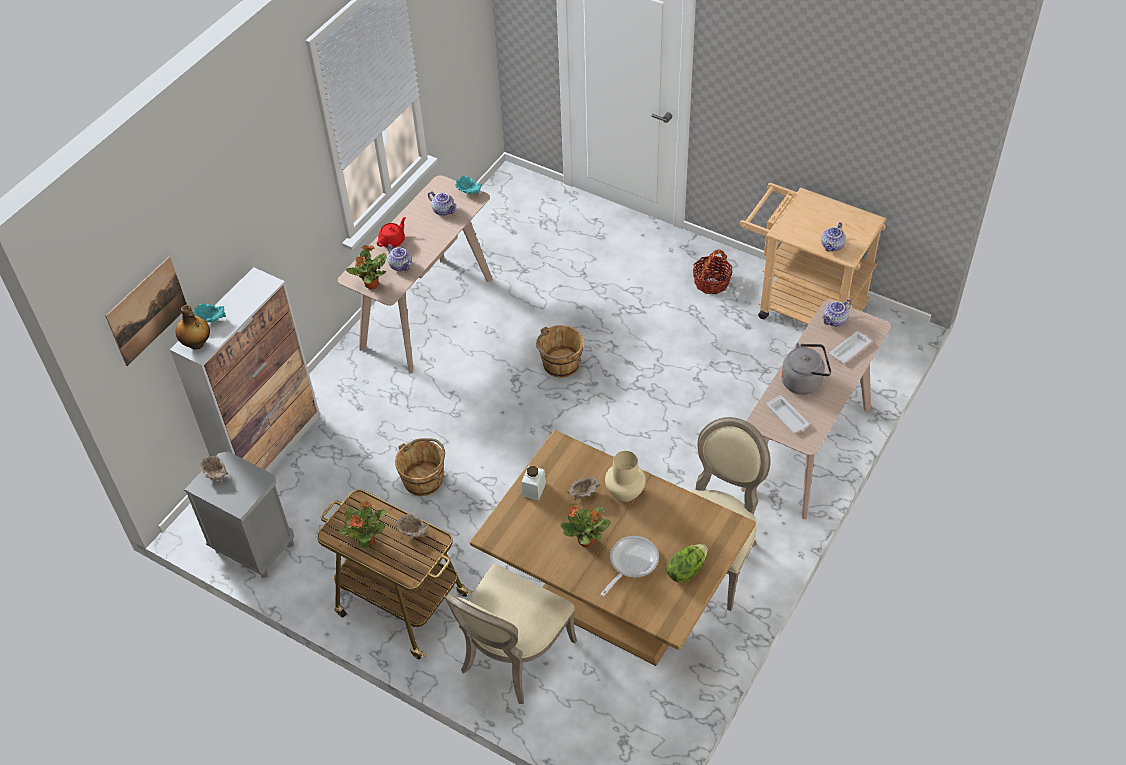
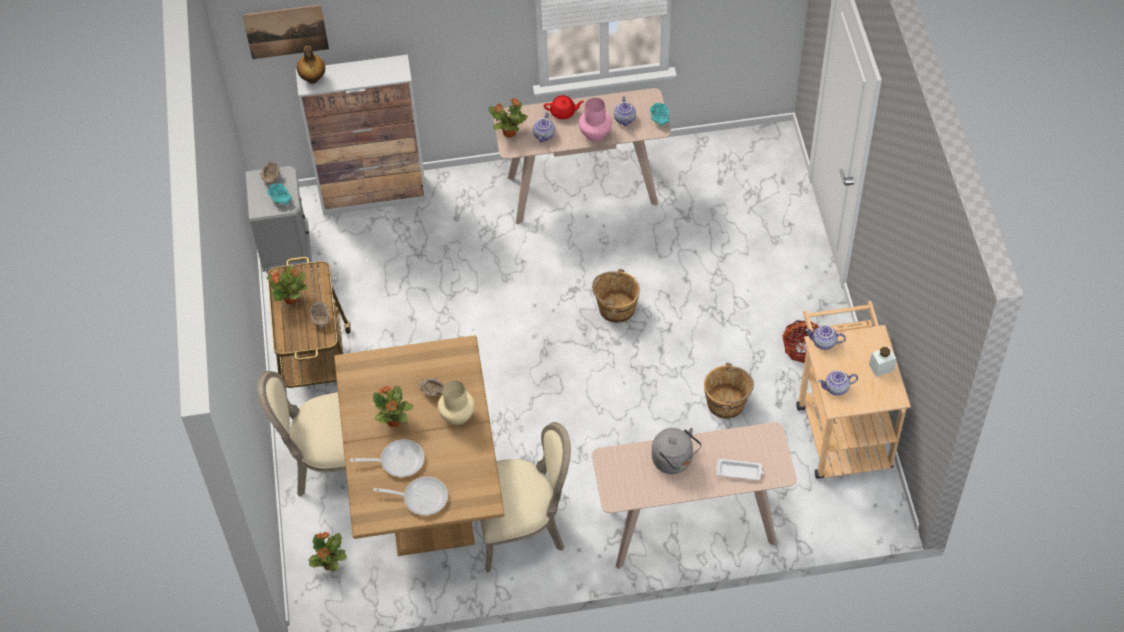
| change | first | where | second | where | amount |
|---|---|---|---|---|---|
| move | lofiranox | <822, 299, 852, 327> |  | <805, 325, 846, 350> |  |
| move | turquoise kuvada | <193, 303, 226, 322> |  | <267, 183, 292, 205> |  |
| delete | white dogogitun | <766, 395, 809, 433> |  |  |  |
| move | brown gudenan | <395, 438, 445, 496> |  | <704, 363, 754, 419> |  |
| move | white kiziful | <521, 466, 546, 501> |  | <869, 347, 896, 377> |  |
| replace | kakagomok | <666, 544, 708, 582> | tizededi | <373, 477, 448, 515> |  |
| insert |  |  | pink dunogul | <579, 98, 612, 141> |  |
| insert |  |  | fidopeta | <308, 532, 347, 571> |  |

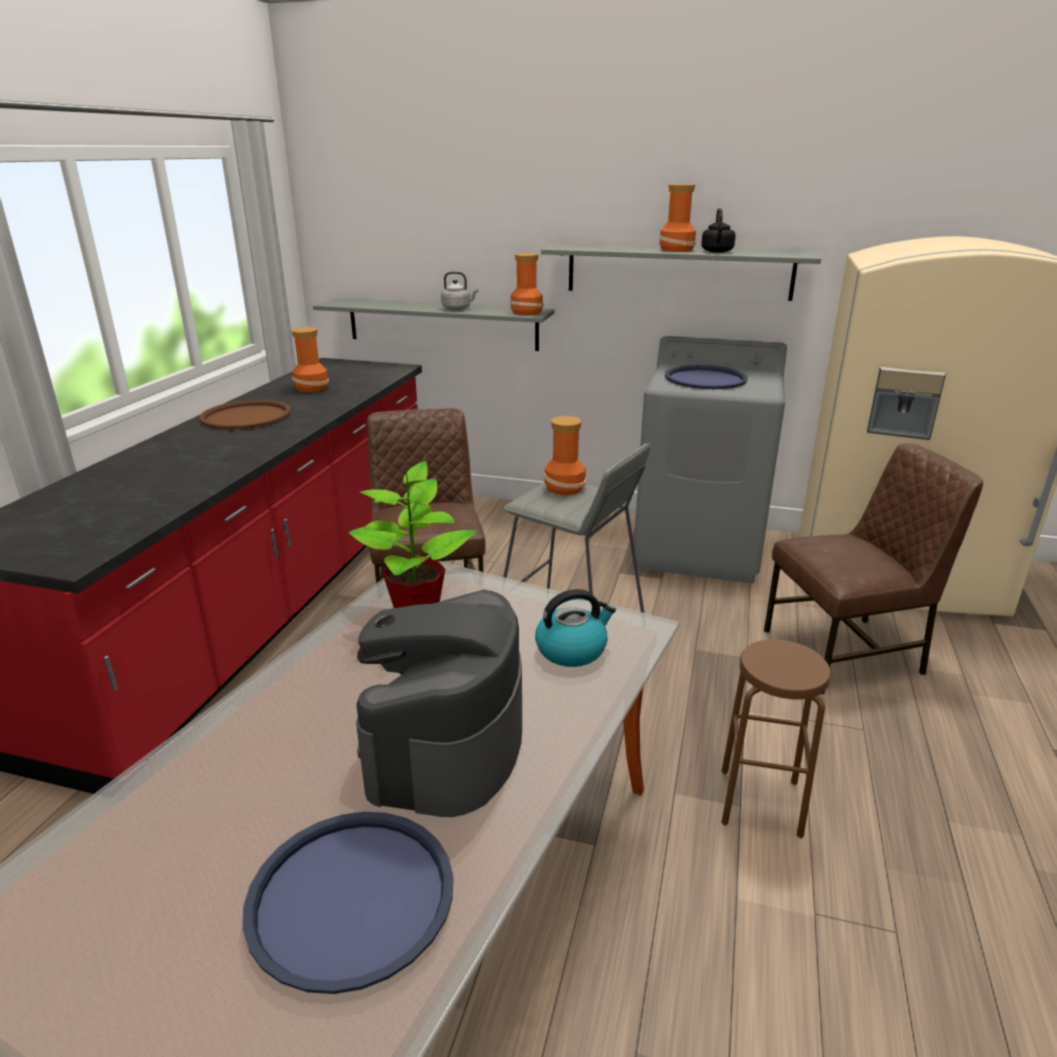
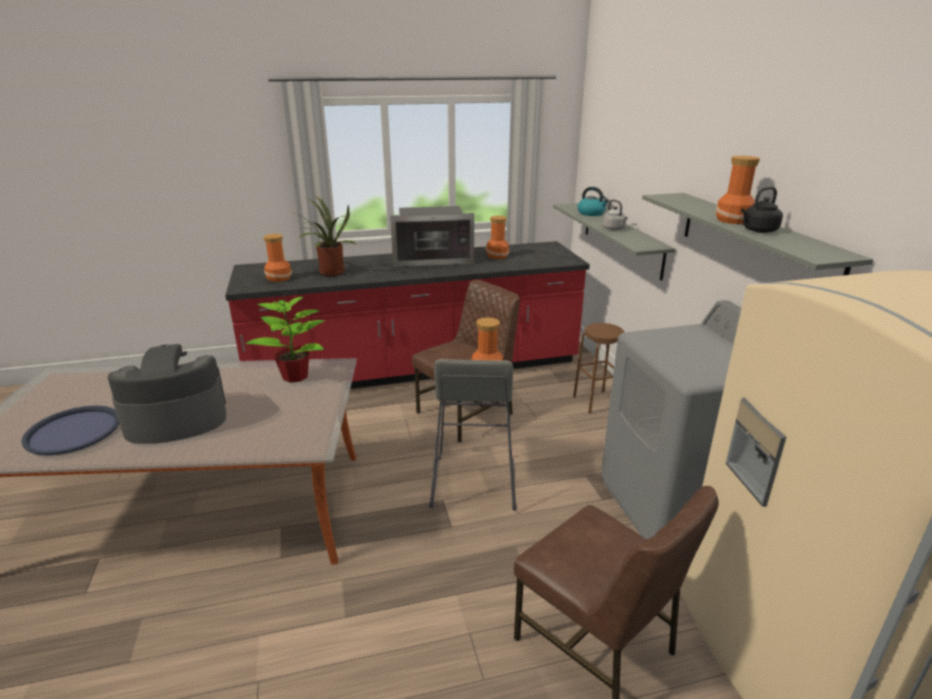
| change | first | where | second | where | amount |
|---|---|---|---|---|---|
| move | dunogul | <510, 253, 544, 315> |  | <263, 234, 292, 282> |  |
| delete | blue dogogitun | <665, 365, 748, 389> |  |  |  |
| replace | brown dogogitun | <199, 400, 291, 430> | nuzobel | <390, 206, 474, 267> |  |
| move | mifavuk | <535, 589, 616, 667> |  | <578, 187, 609, 216> |  |
| move | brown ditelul | <721, 639, 831, 838> |  | <573, 323, 624, 414> |  |
| insert |  |  | fidopeta | <295, 196, 357, 276> |  |

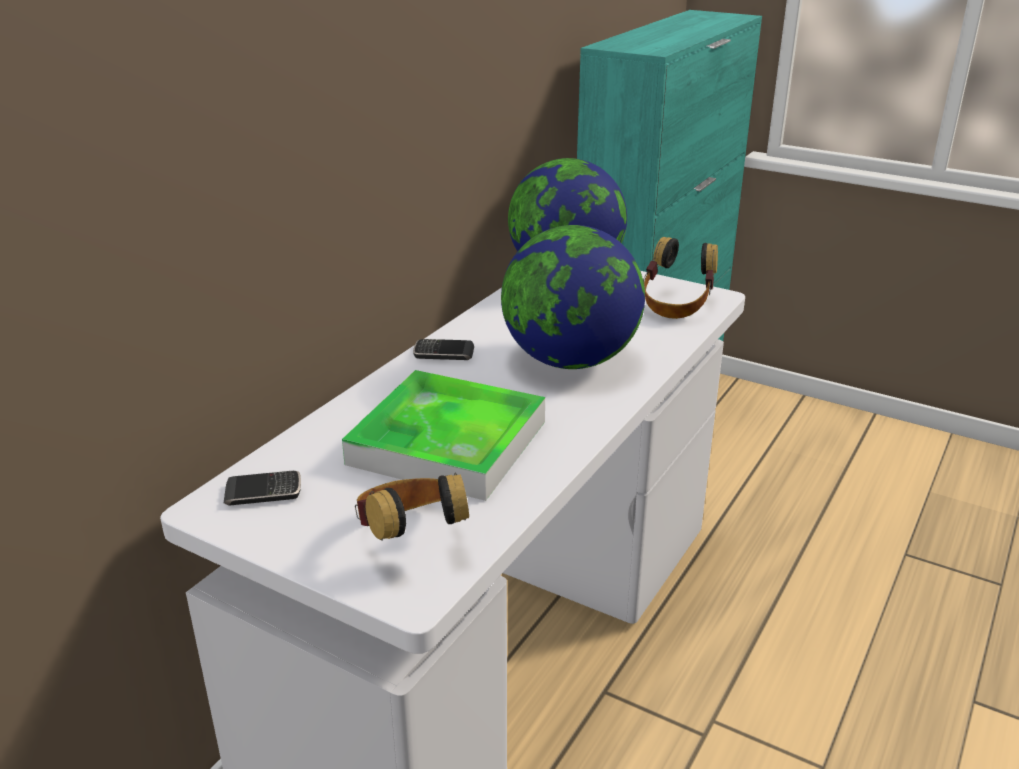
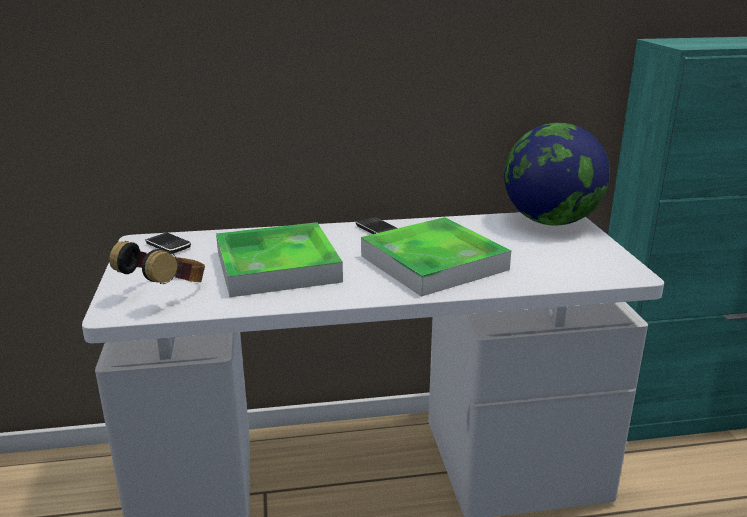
| change | first | where | second | where | amount |
|---|---|---|---|---|---|
| replace | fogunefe | <501, 225, 645, 369> | dogogitun | <361, 217, 511, 297> |  |
| delete | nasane | <643, 237, 718, 319> |  |  |  |

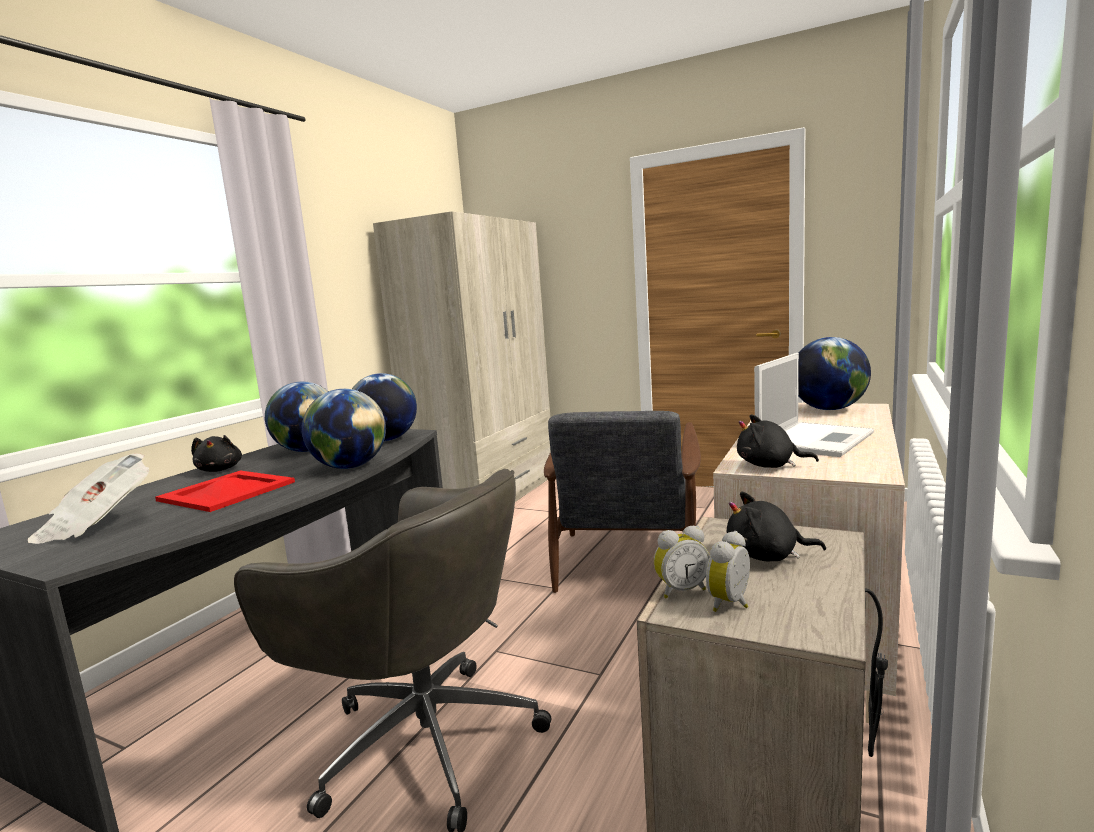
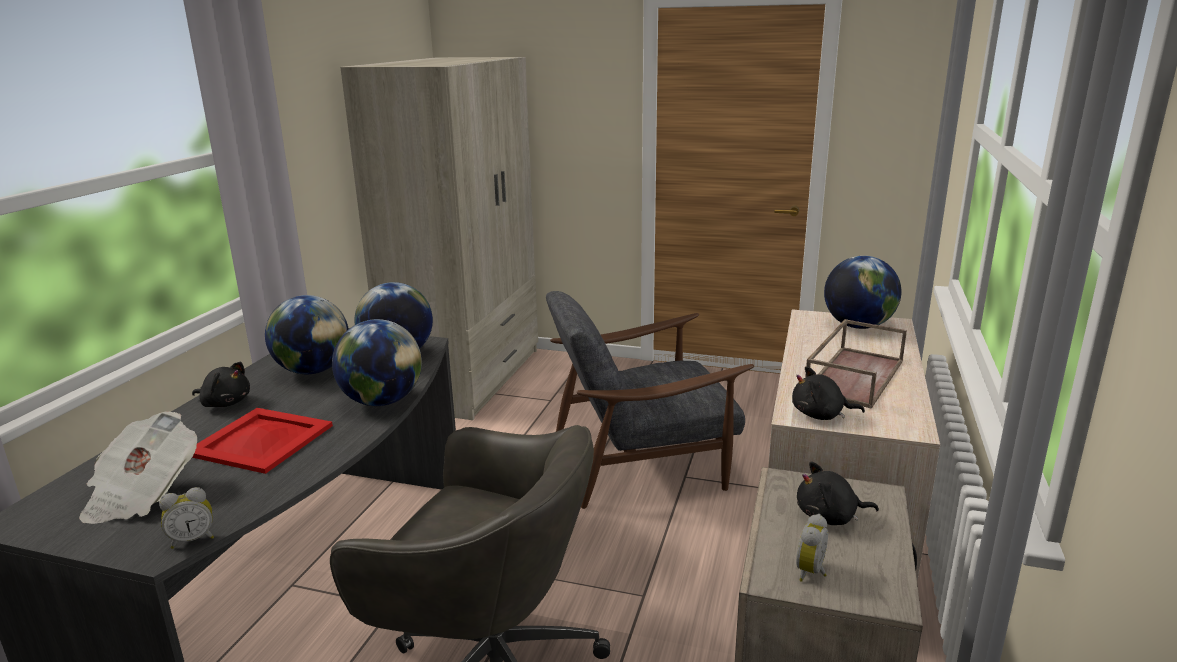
| change | first | where | second | where | amount |
|---|---|---|---|---|---|
| replace | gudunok | <754, 353, 874, 457> | brown dogogitun | <805, 319, 907, 409> |  |
| rotate | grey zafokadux | <544, 411, 701, 593> |  | <546, 291, 754, 509> | 75 degrees clockwise |
| rotate | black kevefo | <191, 435, 242, 472> |  | <192, 362, 250, 407> | 45 degrees counterclockwise |
| move | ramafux | <654, 526, 710, 599> |  | <159, 487, 214, 549> |  |

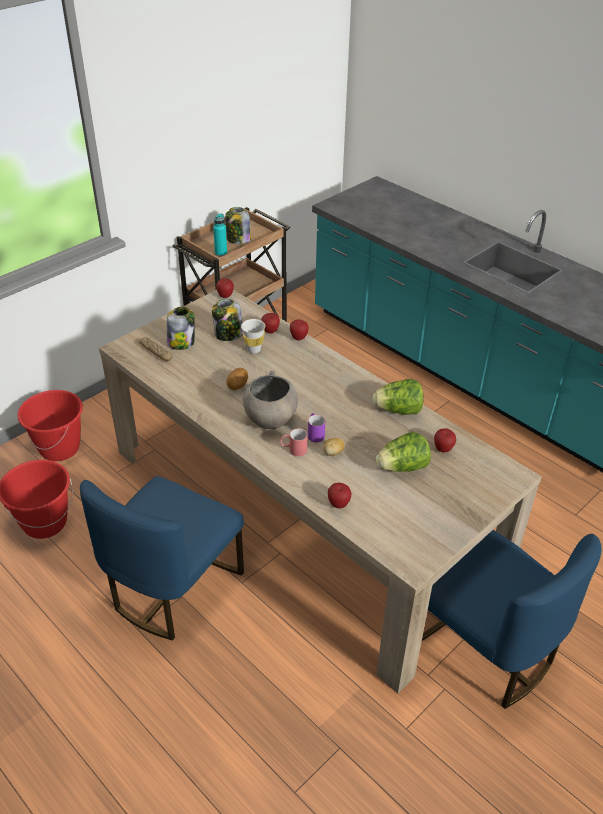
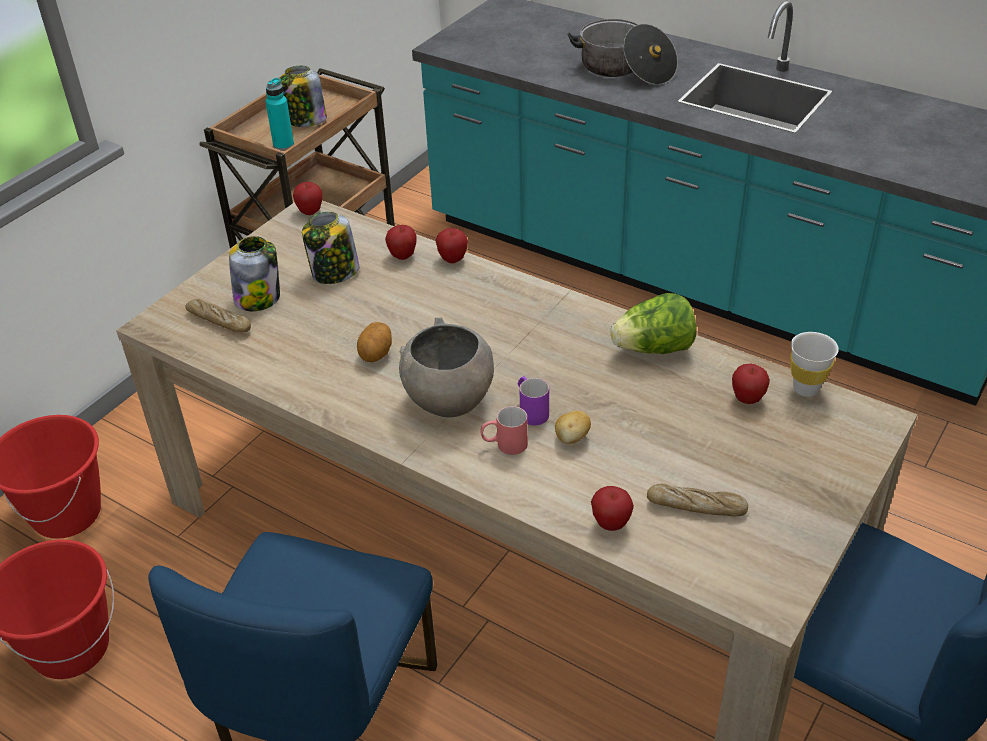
| change | first | where | second | where | amount |
|---|---|---|---|---|---|
| move | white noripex | <241, 319, 265, 353> |  | <790, 332, 839, 397> |  |
| delete | kakagomok | <376, 432, 431, 472> |  |  |  |
| insert |  |  | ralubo | <567, 19, 678, 85> |  |
| insert |  |  | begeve | <647, 484, 748, 517> |  |

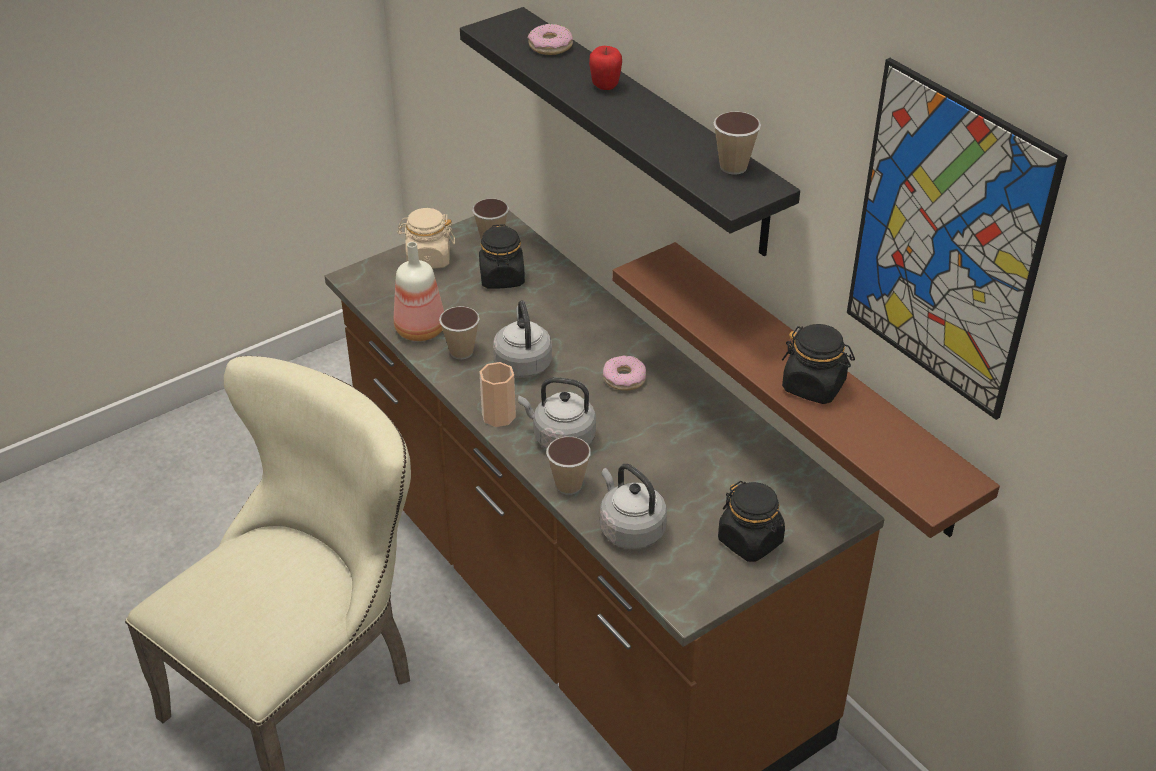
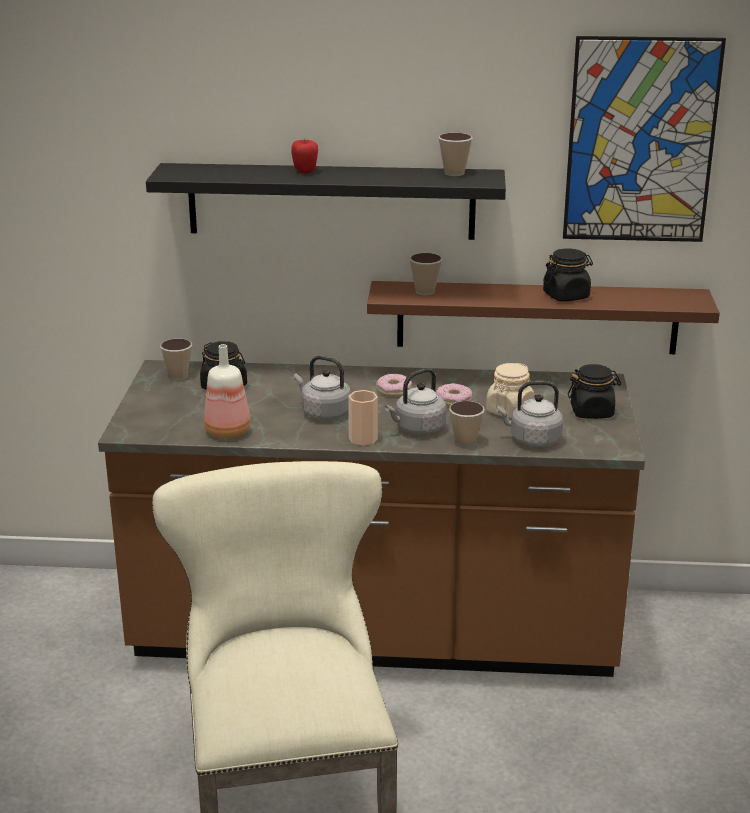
| change | first | where | second | where | amount |
|---|---|---|---|---|---|
| move | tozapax | <528, 24, 573, 55> |  | <436, 383, 472, 406> |  |
| move | beige kiziful | <397, 208, 455, 269> |  | <486, 363, 535, 419> |  |
| move | noripex | <439, 306, 480, 359> |  | <410, 253, 442, 296> |  |

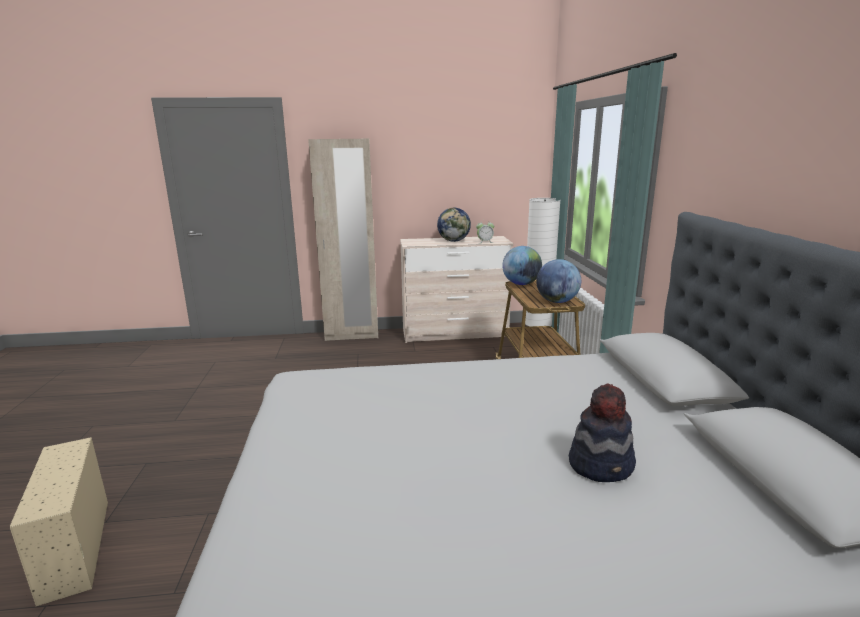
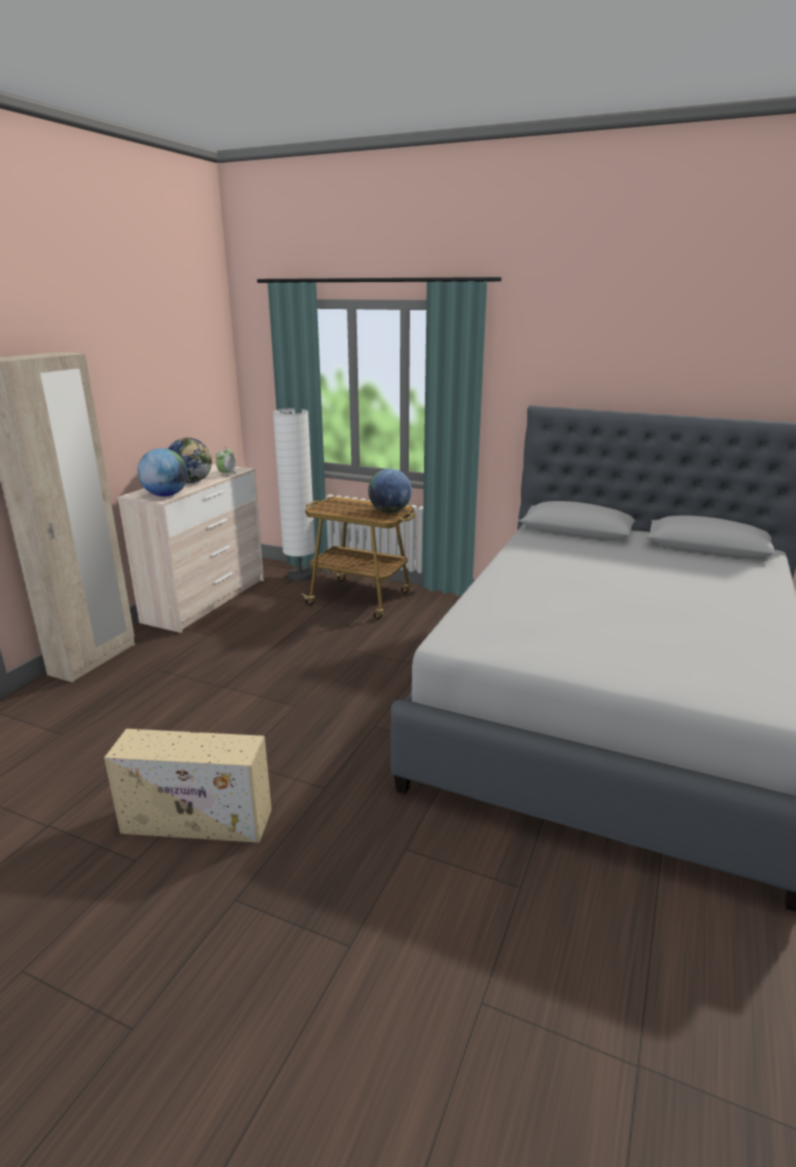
| change | first | where | second | where | amount |
|---|---|---|---|---|---|
| move | fogunefe | <502, 246, 542, 285> |  | <137, 448, 188, 497> |  |
| delete | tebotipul | <569, 383, 636, 482> |  |  |  |
| move | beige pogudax | <10, 437, 108, 606> |  | <104, 729, 272, 843> |  |

